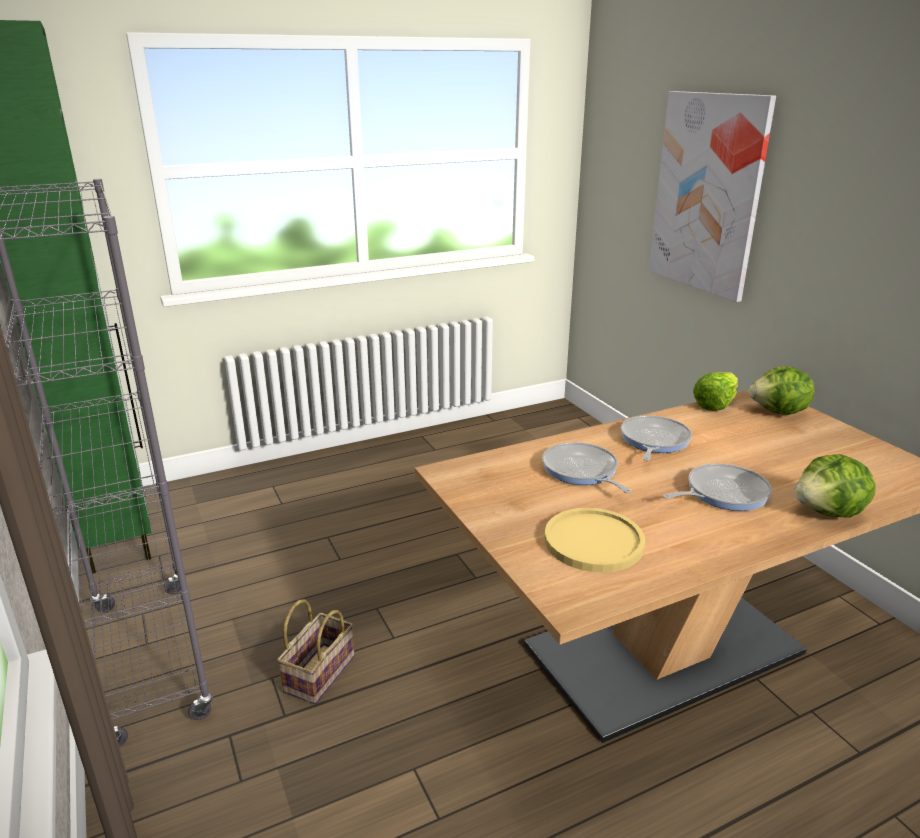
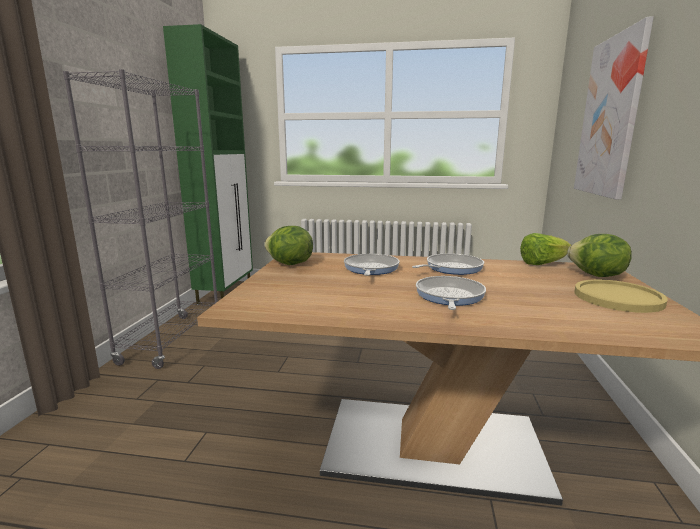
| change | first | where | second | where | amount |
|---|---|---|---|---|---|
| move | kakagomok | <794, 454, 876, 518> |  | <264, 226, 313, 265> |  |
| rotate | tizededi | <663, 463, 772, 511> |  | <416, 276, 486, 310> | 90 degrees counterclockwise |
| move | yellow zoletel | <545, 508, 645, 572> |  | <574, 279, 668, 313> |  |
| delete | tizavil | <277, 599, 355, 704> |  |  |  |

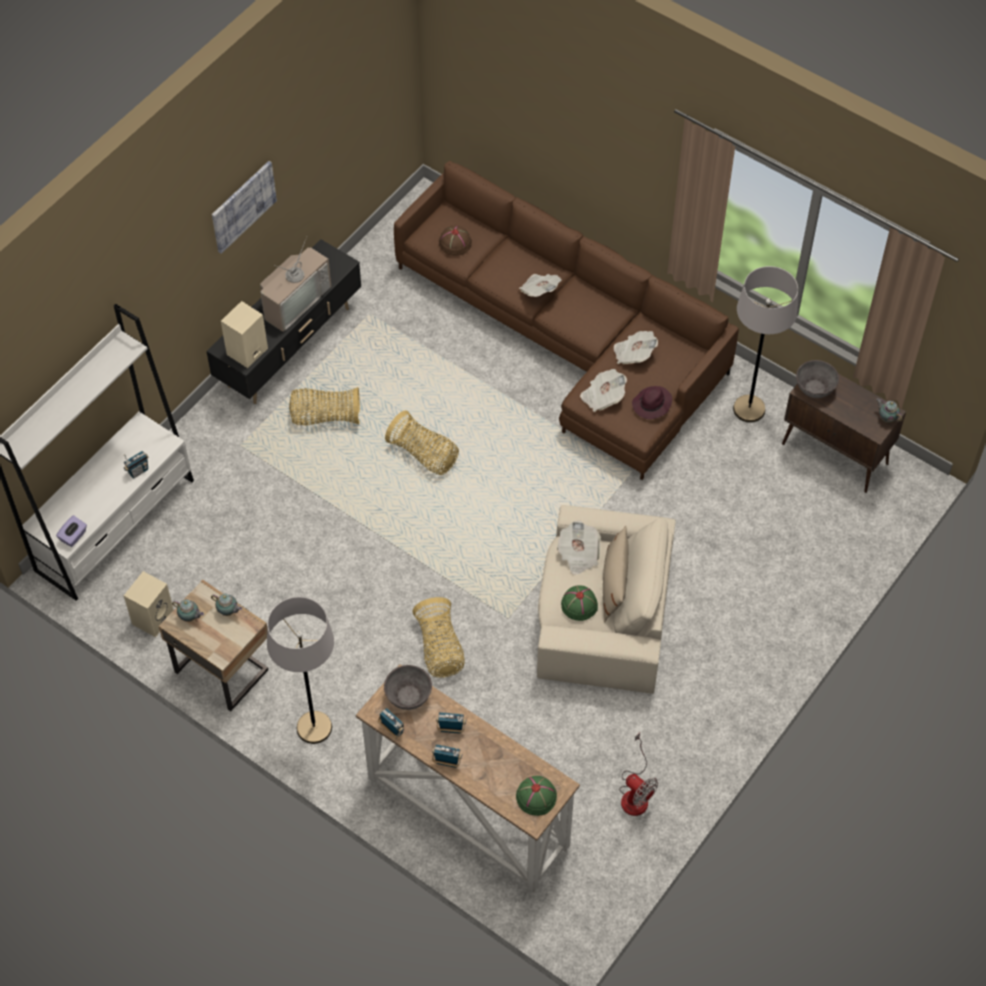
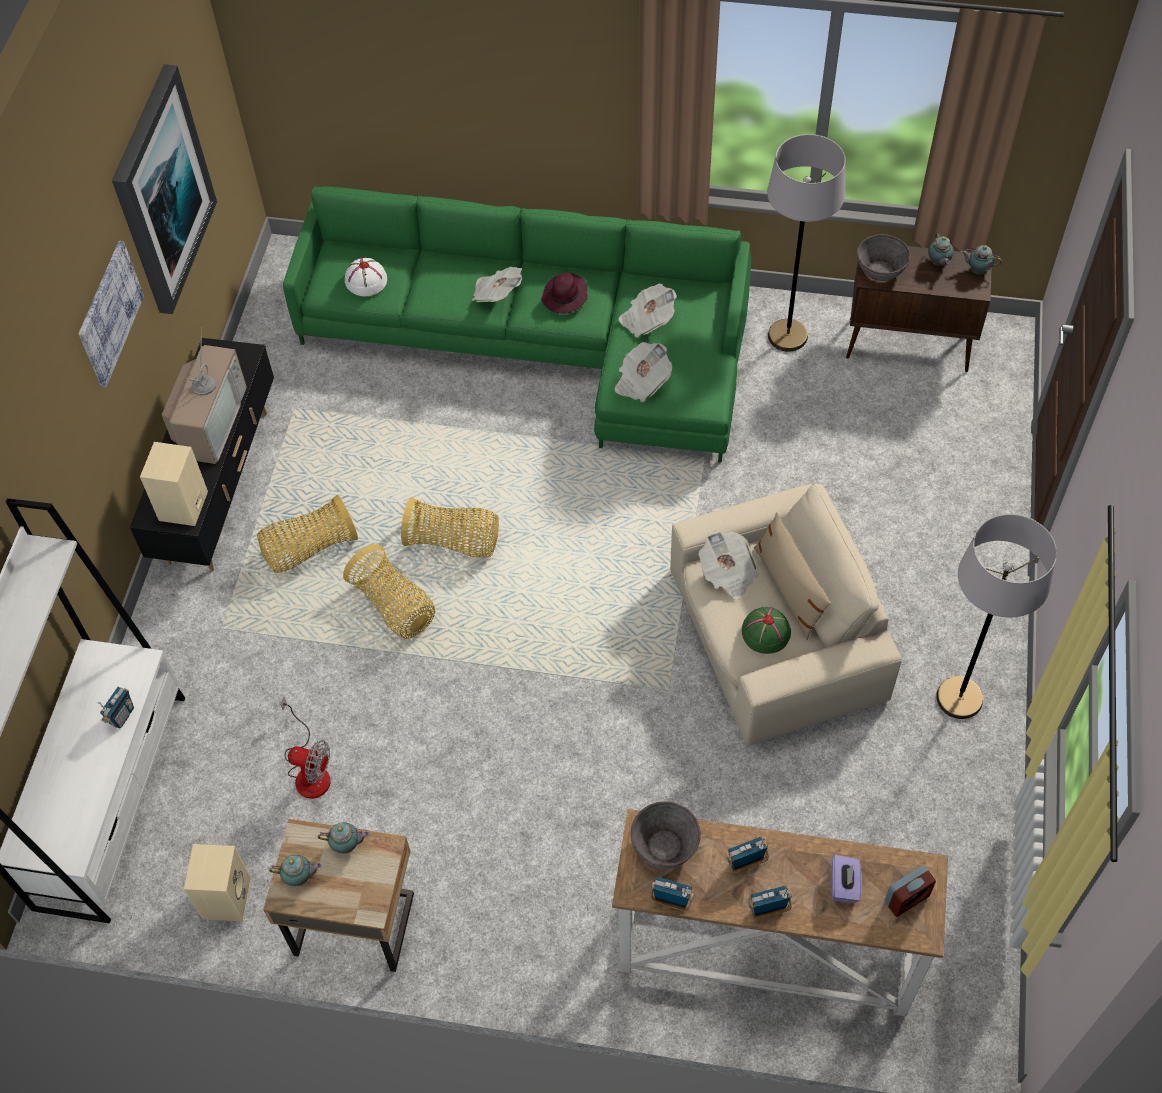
| change | first | where | second | where | amount |
|---|---|---|---|---|---|
| recolor | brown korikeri | <394, 160, 739, 480> | green korikeri | <283, 186, 751, 462> |  |
| recolor | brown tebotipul | <439, 226, 472, 256> | white tebotipul | <345, 258, 387, 296> |  |
| move | purple tebotipul | <632, 386, 672, 419> |  | <542, 272, 588, 314> |  |
| move | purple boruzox | <56, 515, 87, 547> |  | <832, 855, 862, 903> |  |
| move | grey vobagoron | <267, 597, 334, 744> |  | <936, 514, 1057, 719> |  |
| move | tizavil | <412, 597, 465, 678> |  | <343, 544, 435, 639> |  |
| move | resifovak | <619, 733, 658, 816> |  | <280, 697, 330, 799> |  |
| replace | green tebotipul | <516, 776, 557, 816> | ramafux | <884, 865, 936, 917> |  |
| insert |  |  | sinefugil | <112, 64, 217, 314> |  |
| insert |  |  | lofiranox | <928, 232, 954, 266> |  |

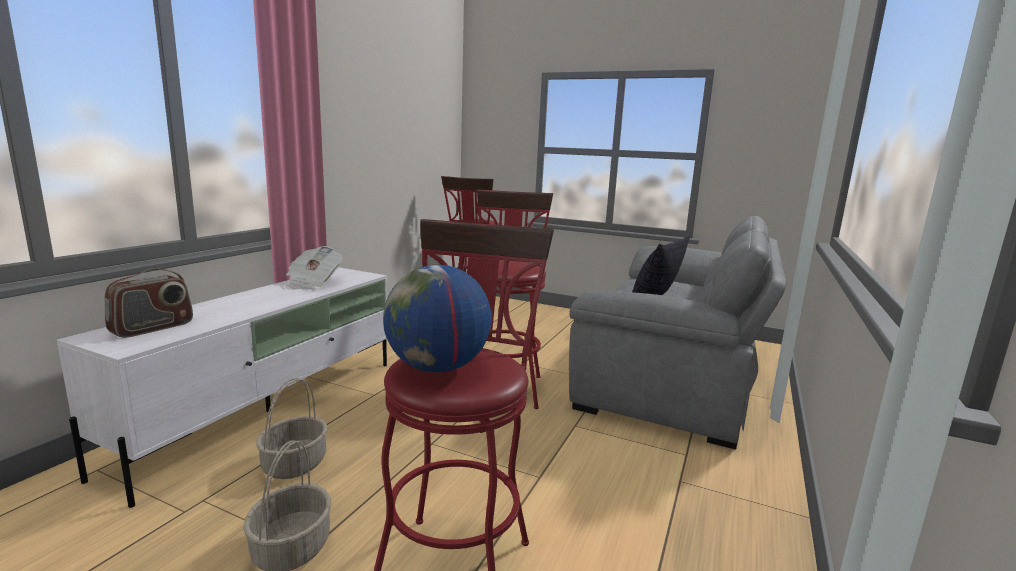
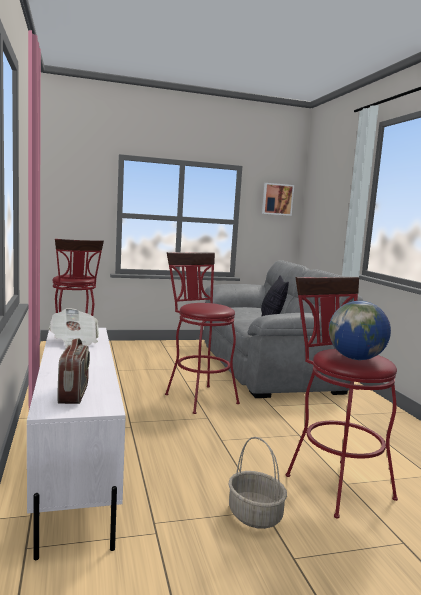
| change | first | where | second | where | amount |
|---|---|---|---|---|---|
| delete | tizavil | <256, 378, 328, 479> |  |  |  |
| insert |  |  | sinefugil | <262, 183, 294, 216> |  |

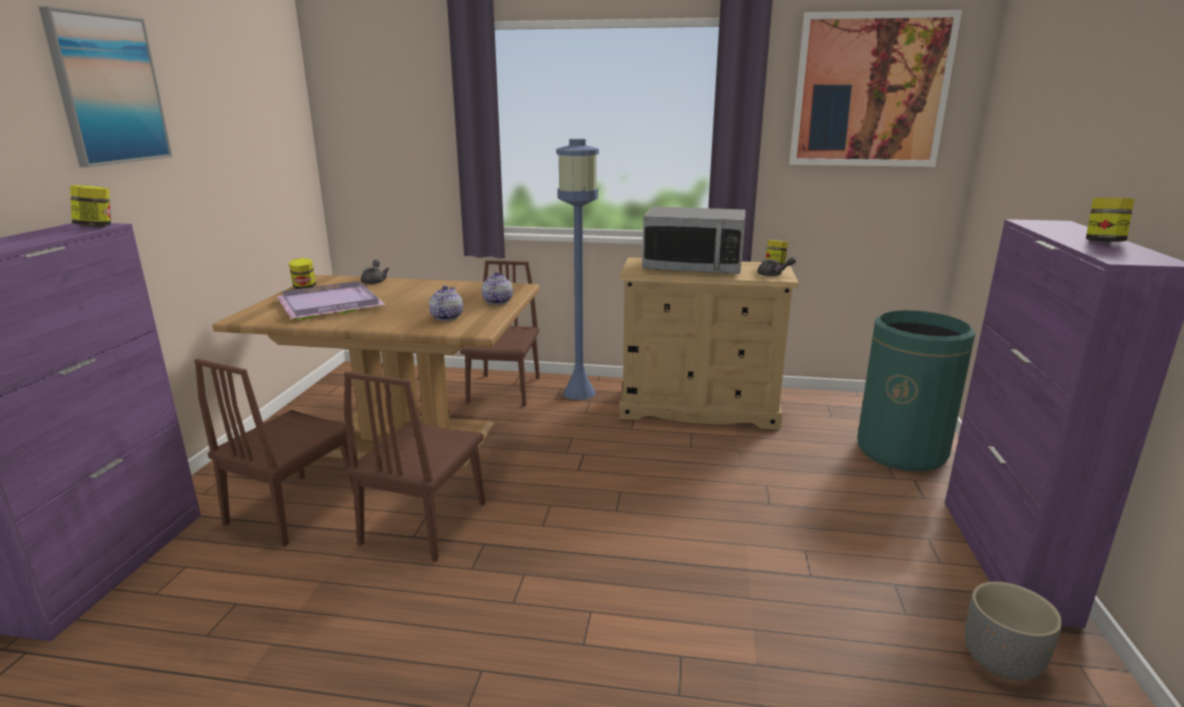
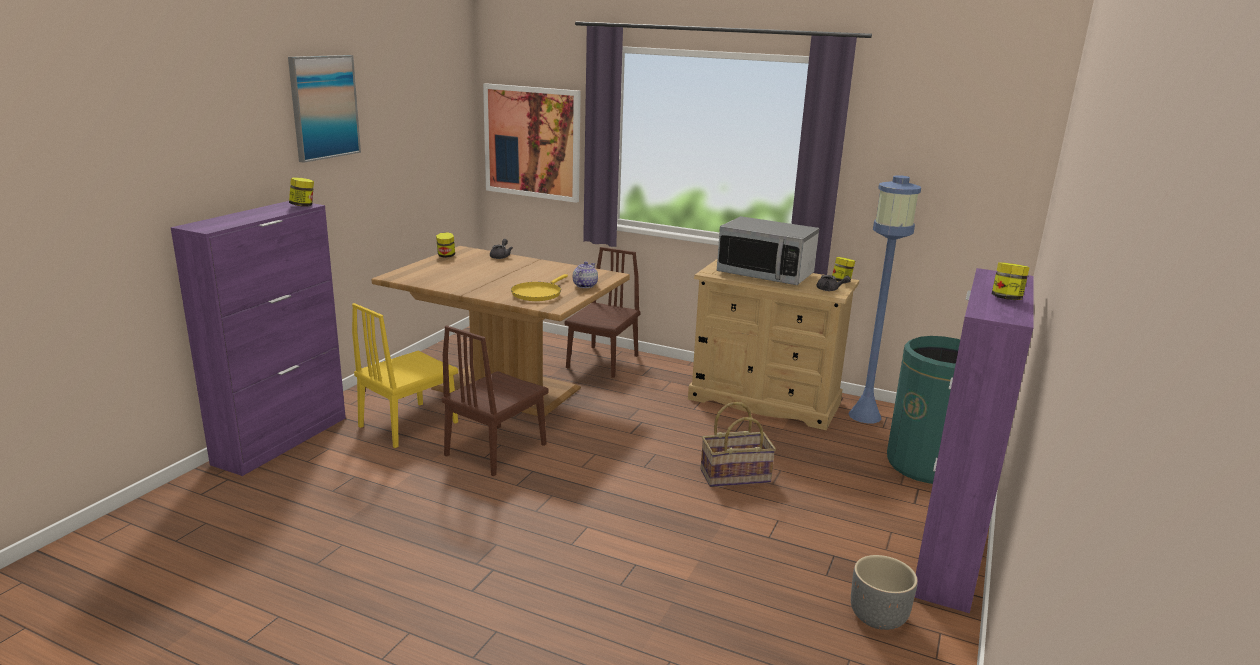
| change | first | where | second | where | amount |
|---|---|---|---|---|---|
| move | sinefugil | <789, 10, 962, 167> |  | <483, 83, 581, 203> |  |
| move | blue vobagoron | <556, 139, 599, 400> |  | <849, 175, 921, 423> |  |
| delete | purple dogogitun | <277, 281, 386, 320> |  |  |  |
| replace | lofiranox | <429, 286, 463, 321> | yellow tizededi | <511, 274, 568, 301> |  |
| recolor | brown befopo | <194, 359, 354, 547> | yellow befopo | <352, 303, 458, 448> |  |
| insert |  |  | tizavil | <701, 402, 776, 487> |  |

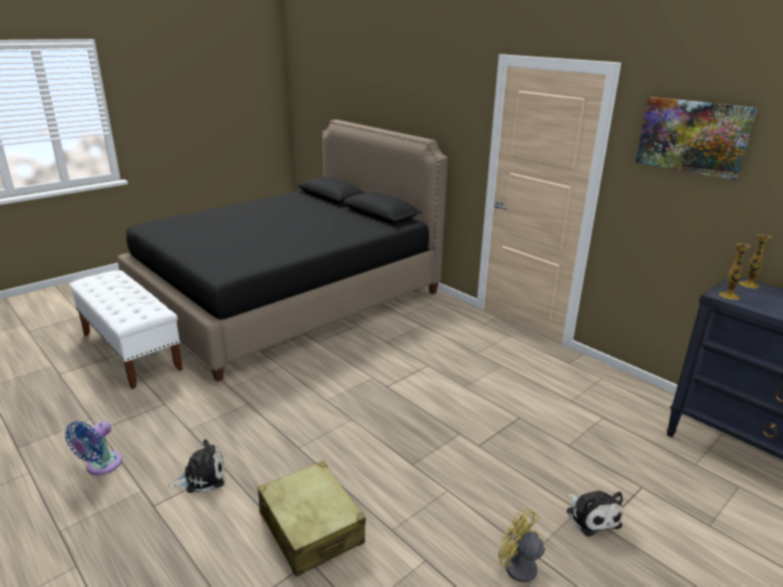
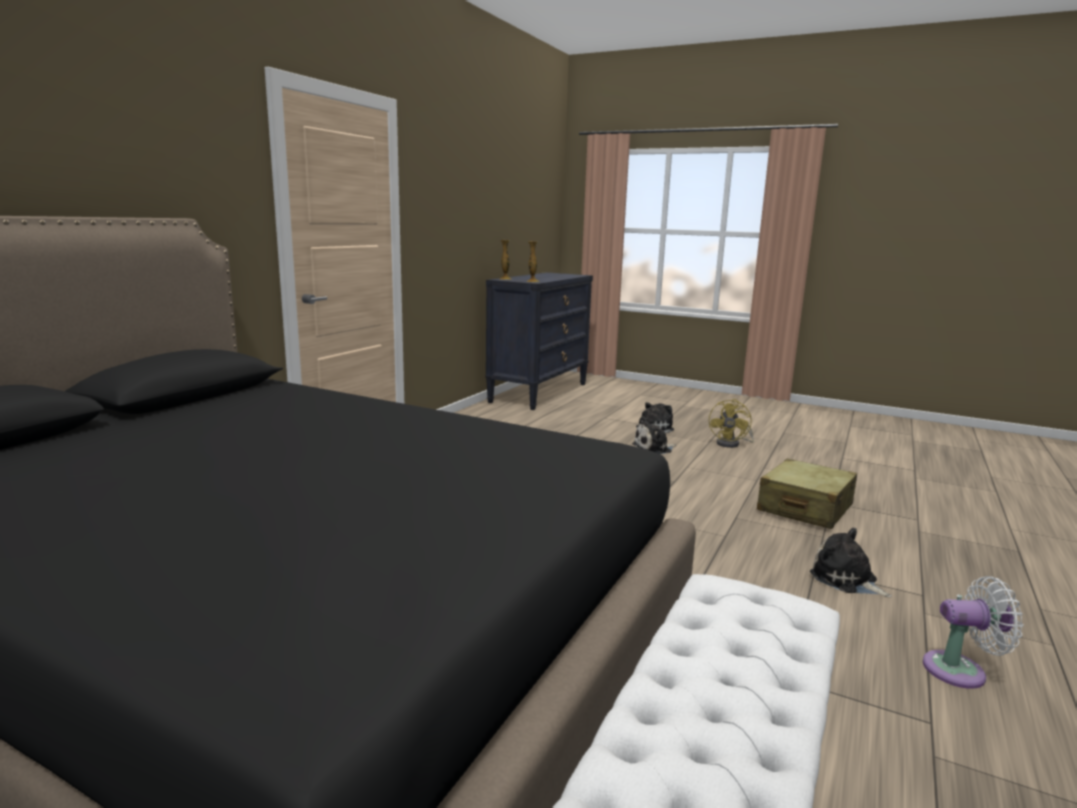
| change | first | where | second | where | amount |
|---|---|---|---|---|---|
| delete | sinefugil | <636, 97, 757, 181> |  |  |  |
| recolor | blue resifovak | <65, 421, 122, 475> | white resifovak | <923, 576, 1023, 689> |  |
| insert |  |  | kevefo | <632, 417, 676, 454> |  |

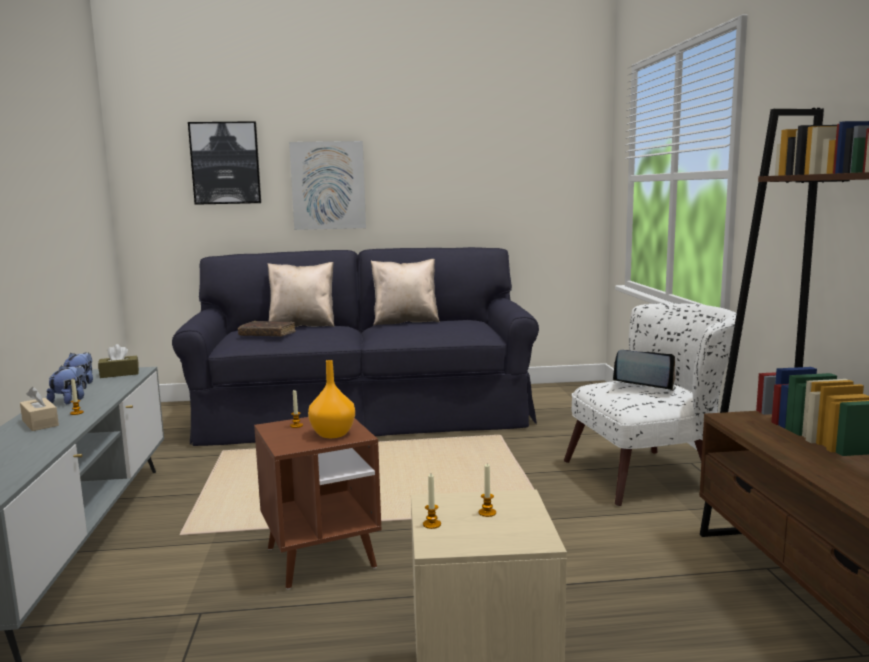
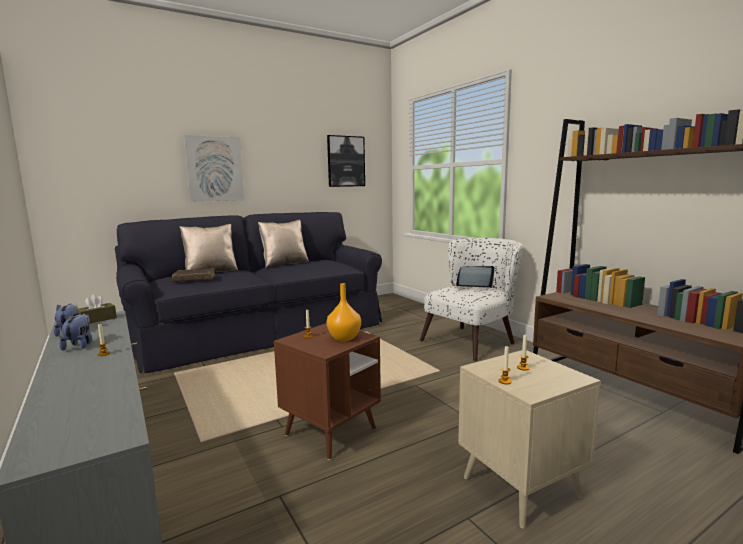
| change | first | where | second | where | amount |
|---|---|---|---|---|---|
| move | sinefugil | <188, 121, 261, 205> |  | <327, 135, 365, 187> |  |
| delete | beige boruzox | <20, 386, 59, 431> |  |  |  |

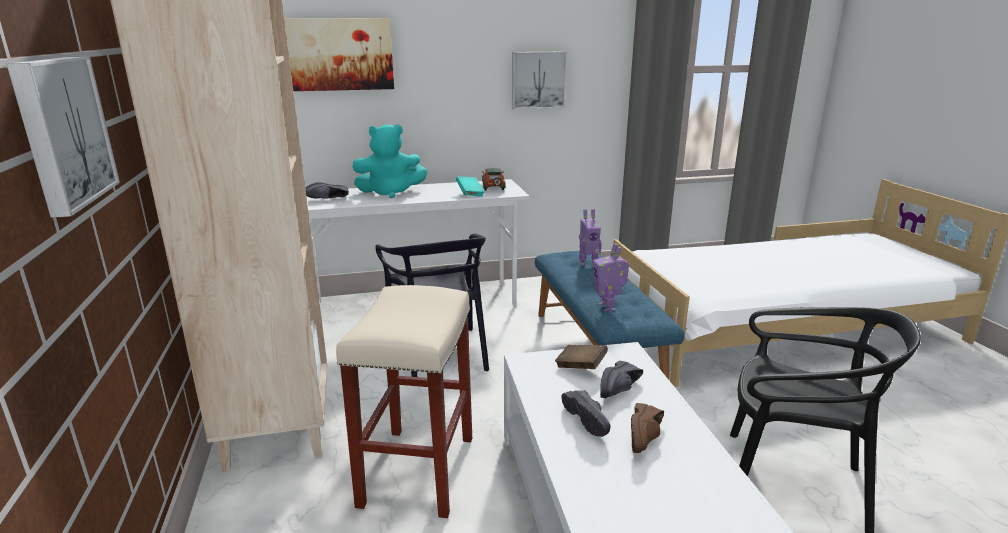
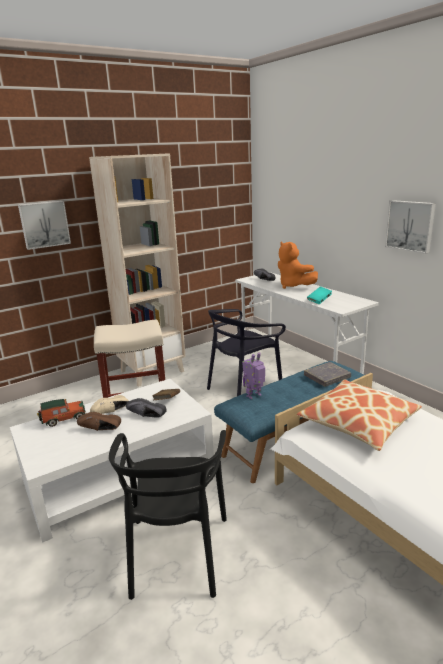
| change | first | where | second | where | amount |
|---|---|---|---|---|---|
| delete | sinefugil | <284, 18, 394, 91> |  |  |  |
| recolor | turquoise kevefo | <352, 124, 427, 198> | orange kevefo | <278, 242, 318, 289> |  |
| move | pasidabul | <482, 168, 506, 190> |  | <37, 399, 86, 427> |  |
| replace | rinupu | <579, 209, 602, 266> | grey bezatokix | <304, 362, 351, 387> |  |
| recolor | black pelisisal | <562, 390, 611, 437> | beige pelisisal | <90, 395, 129, 414> |  |
| insert |  |  | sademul | <297, 379, 422, 451> |  |

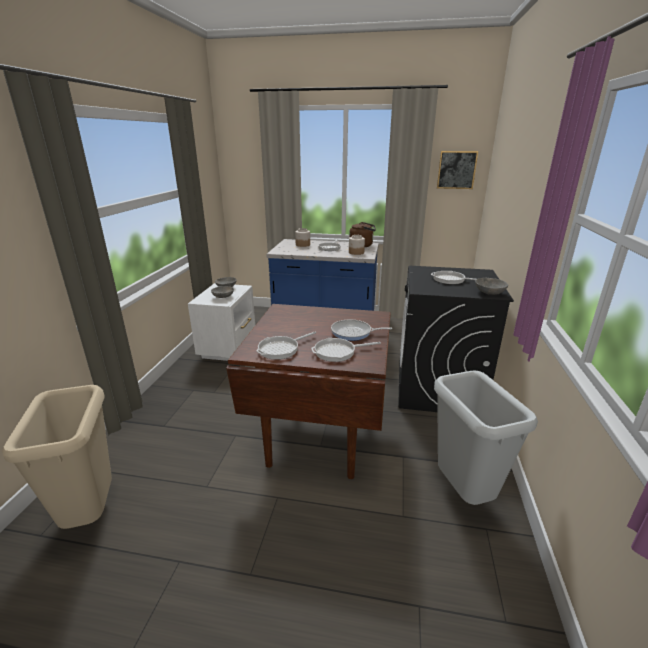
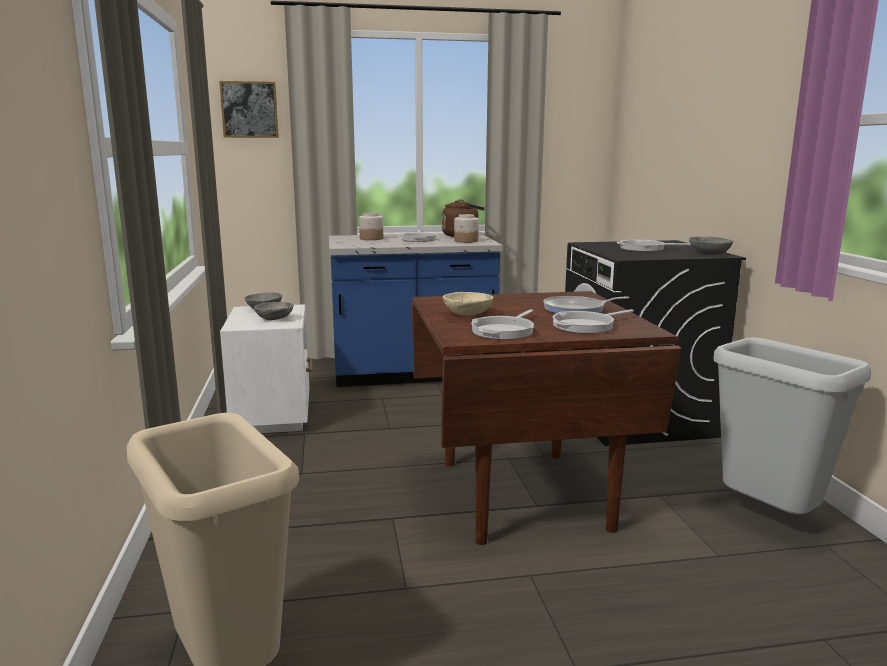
| change | first | where | second | where | amount |
|---|---|---|---|---|---|
| move | sinefugil | <437, 151, 478, 189> |  | <219, 81, 279, 138> |  |
| insert |  |  | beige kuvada | <443, 292, 493, 315> |  |

